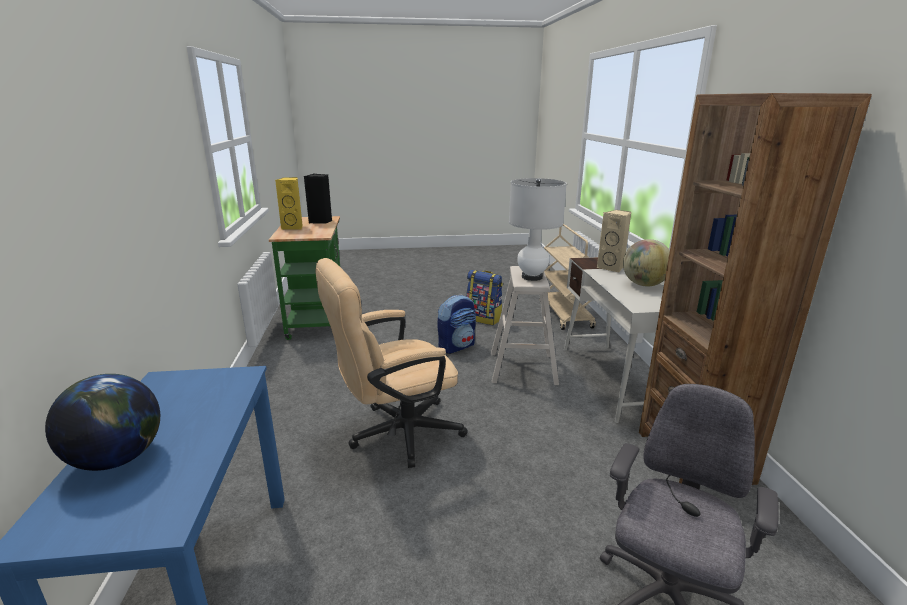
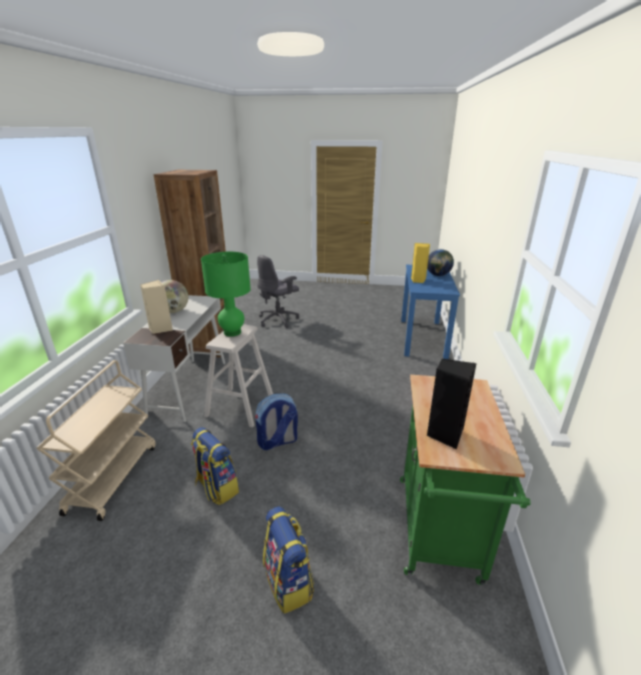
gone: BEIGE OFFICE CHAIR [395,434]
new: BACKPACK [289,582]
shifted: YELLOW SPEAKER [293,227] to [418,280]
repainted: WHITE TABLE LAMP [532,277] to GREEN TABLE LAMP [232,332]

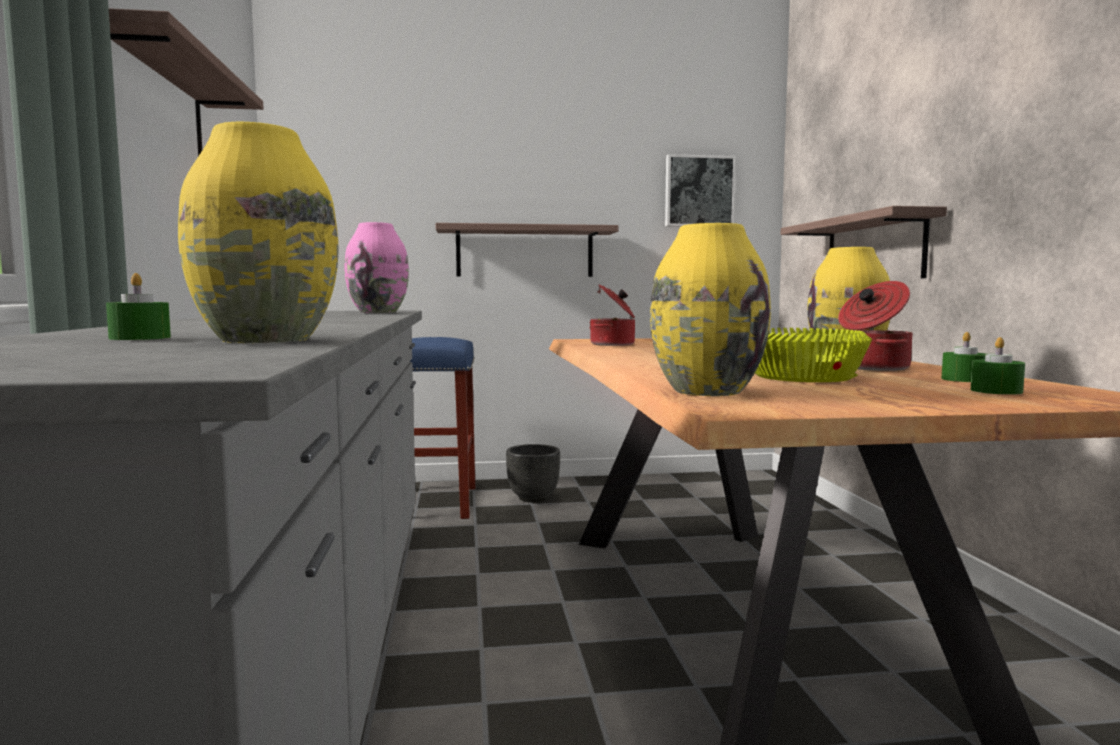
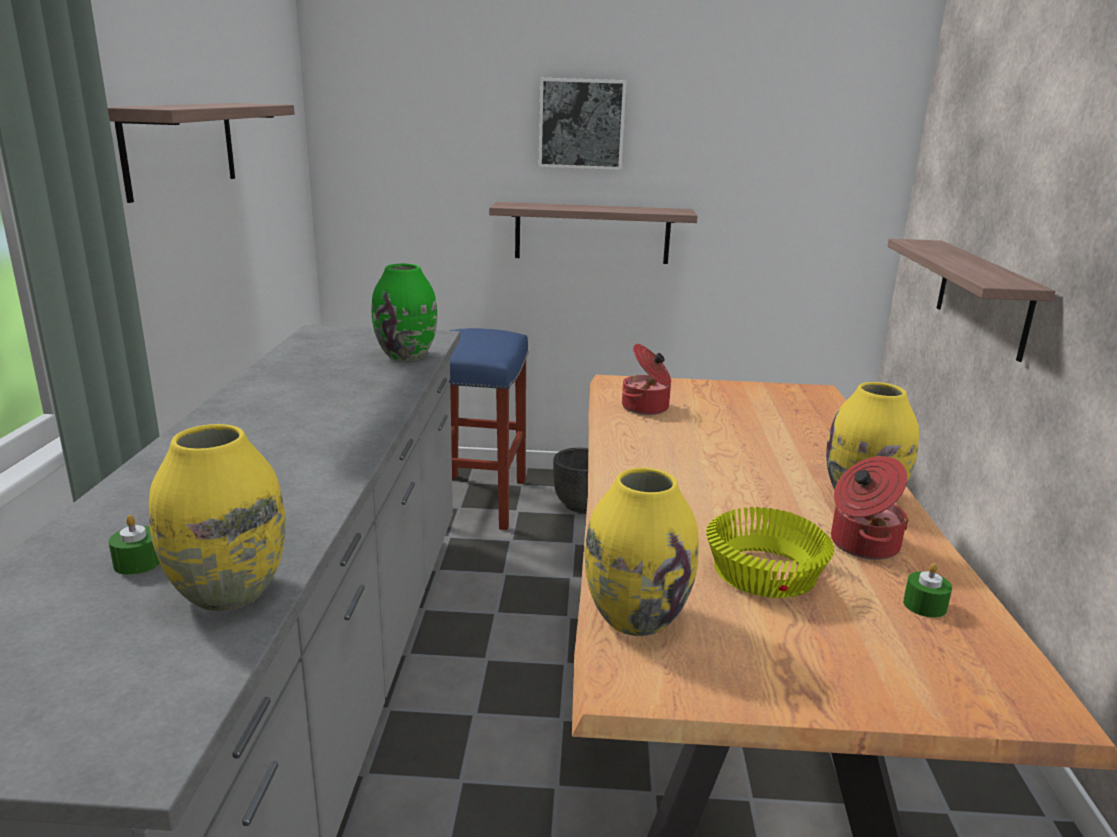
gone: GREEN CANDLE [996,391]
shifted: PICTURE [699,192] to [581,124]
repainted: PINK VASE [378,312] to GREEN VASE [407,355]

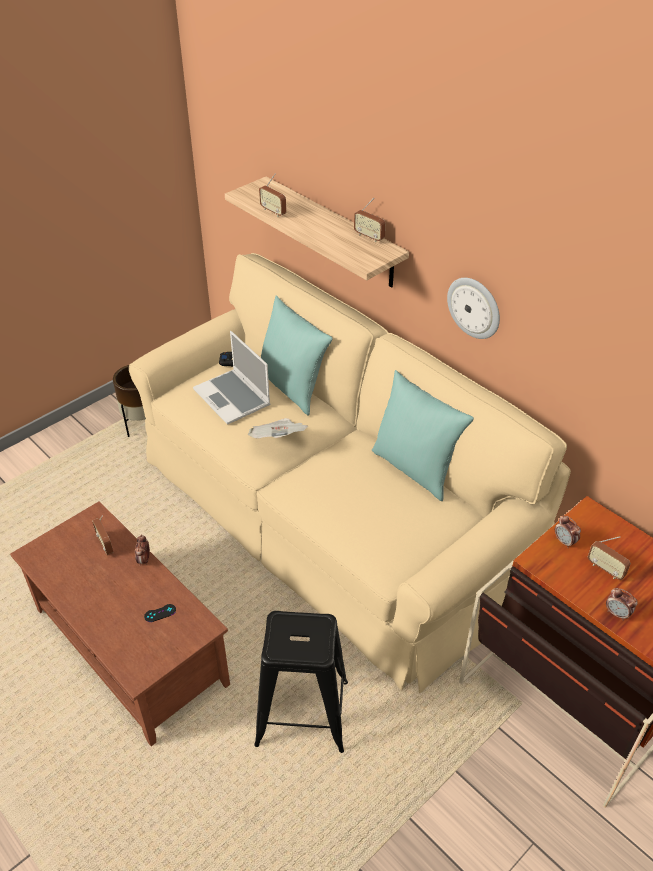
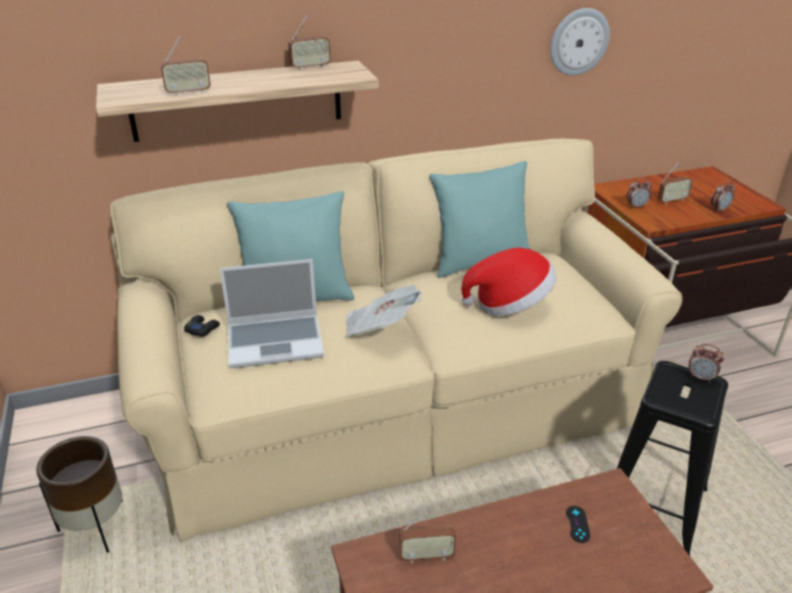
new: HAT [509,304]
shifted: WALL CLOCK [474,307] to [578,41]; ALARM CLOCK [144,560] to [701,377]

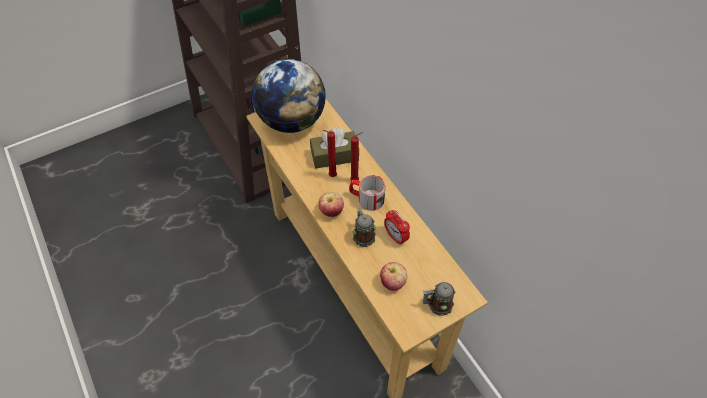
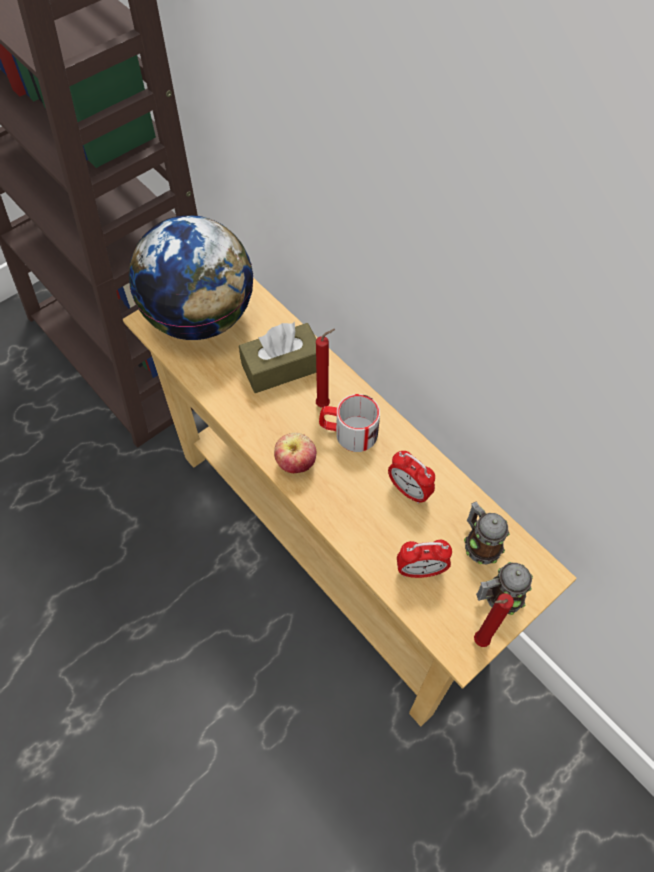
shifted: MUG [363,235] to [480,543]; RED CANDLE [331,176] to [478,641]
swapped: APPLE [392,283] to ALARM CLOCK [420,570]

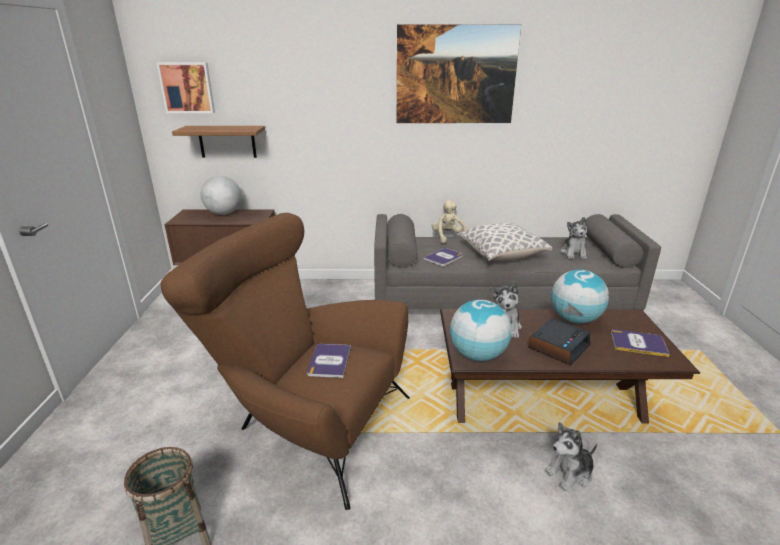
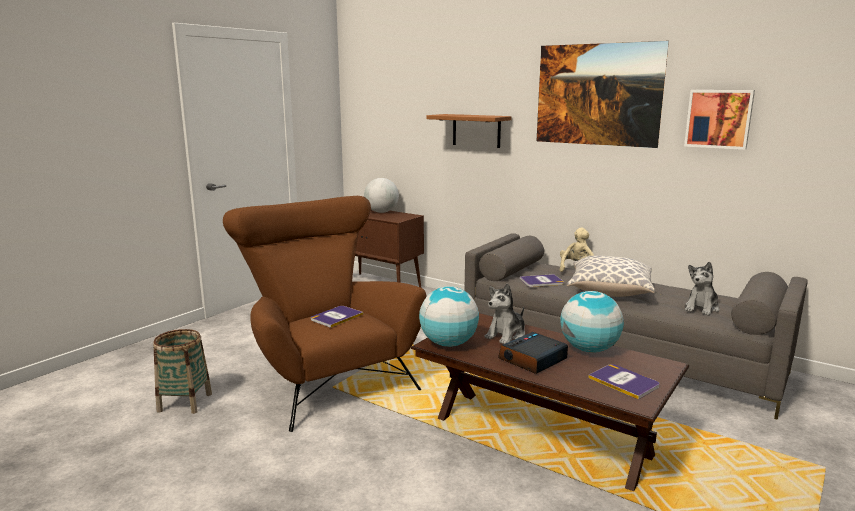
gone: PLUSH TOY [570,473]
shifted: SHELF [227,141] to [476,130]; PICTURE [187,87] to [719,119]
rotated: ALARM CLOCK [558,346] = [532,360] 150 degrees clockwise

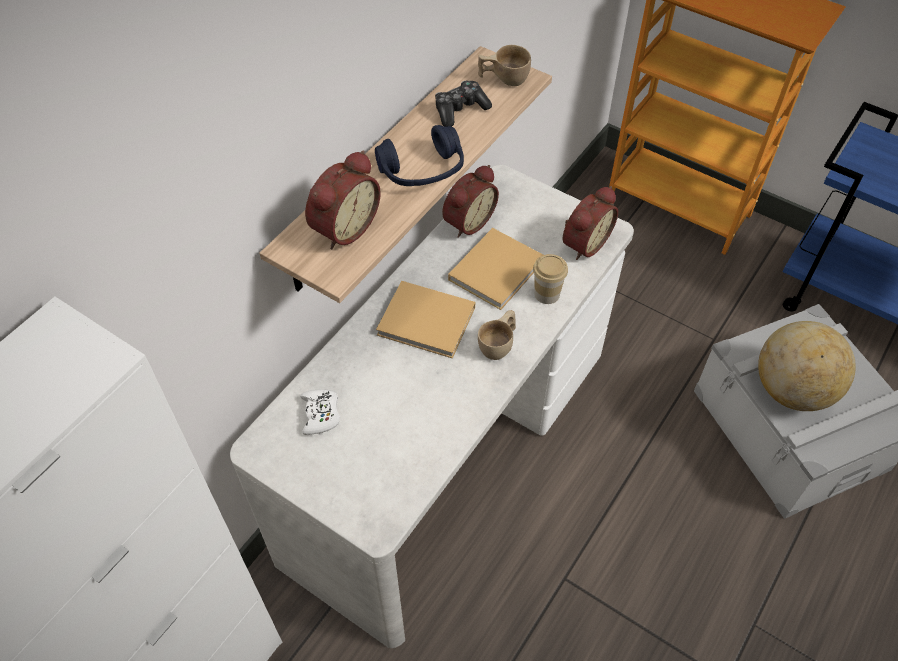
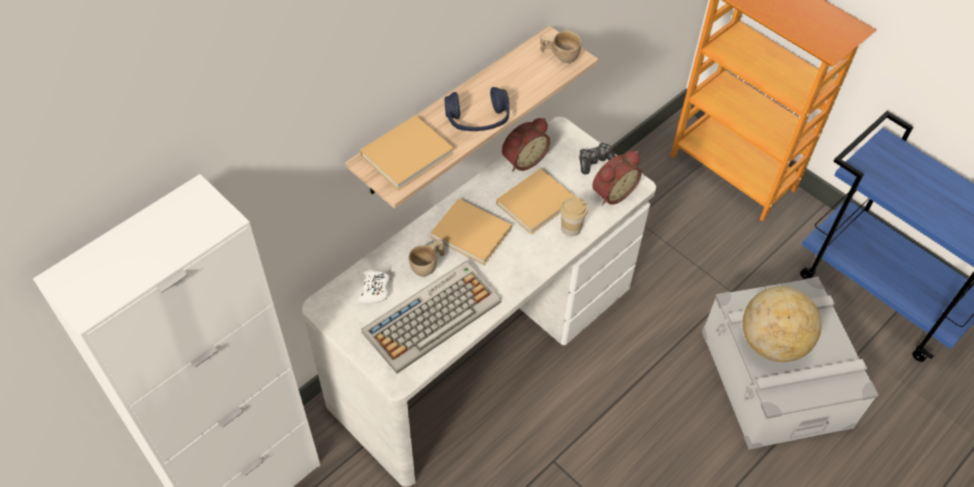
new: KEYBOARD [432,316]
shifted: BEIGE CUP [499,345] to [428,265]; GAME CONTROLLER [460,110] to [595,162]
swapped: ALARM CLOCK [343,227] to BEIGE BOOK [409,153]

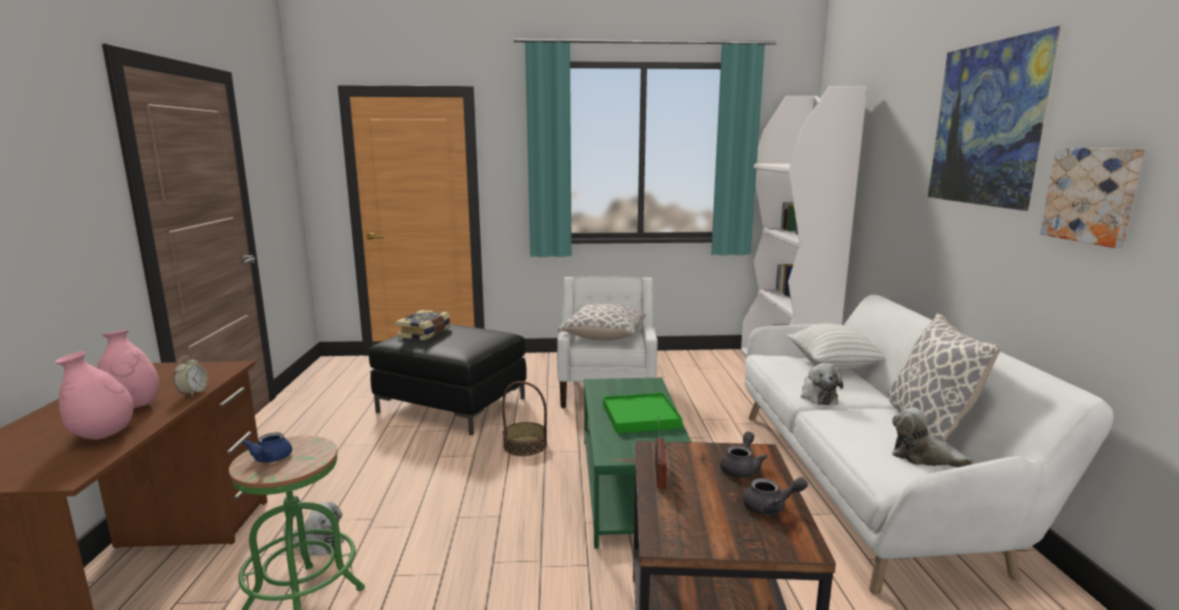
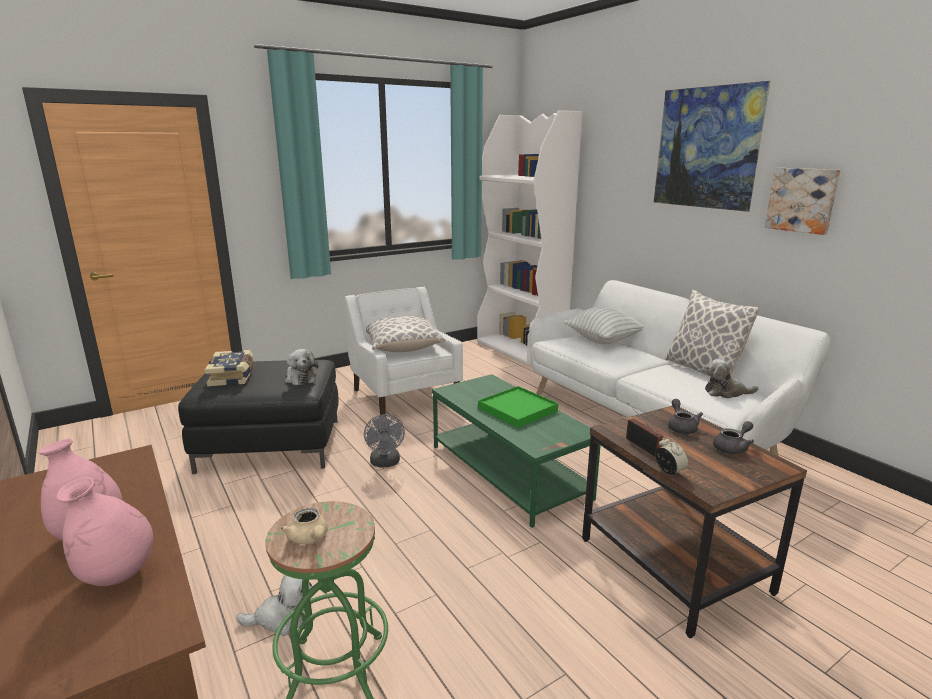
shifted: PLUSH TOY [818,396] to [300,378]; ALARM CLOCK [193,392] to [669,471]
swapped: BASKET [525,445] to GREY FAN [385,463]
repainted: BLUE TEAPOT [269,459] to BEIGE TEAPOT [309,538]

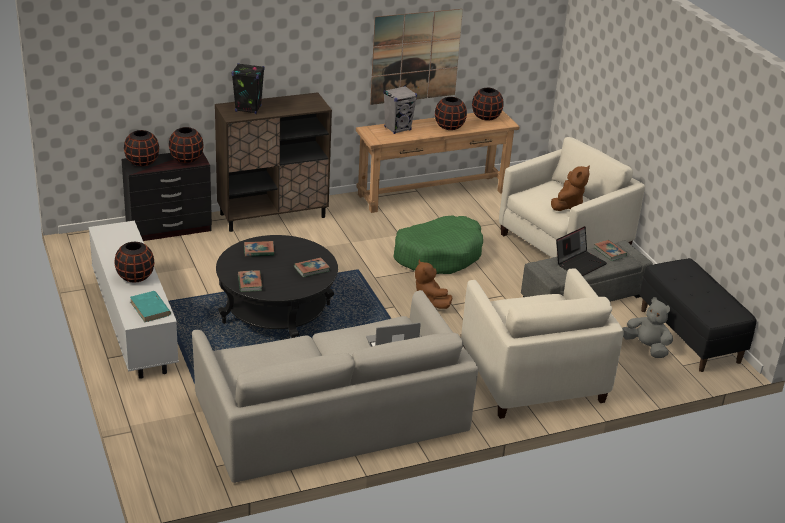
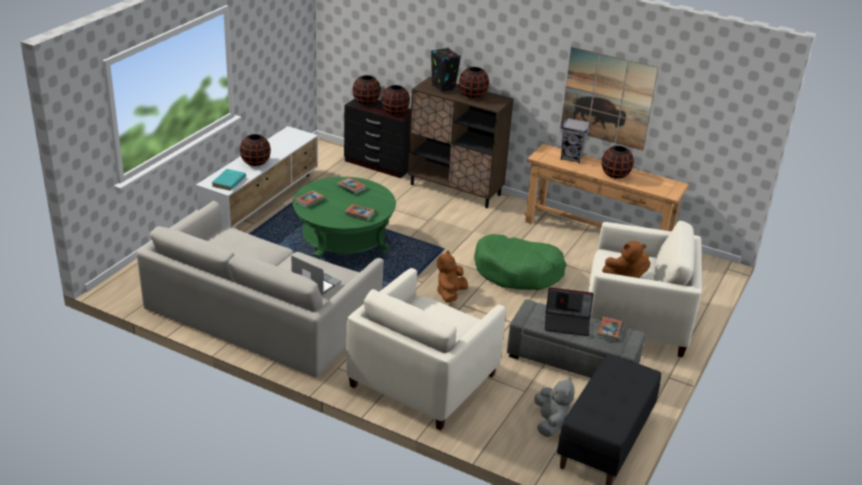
shifted: BLACK VASE [486,117] to [473,95]
repainted: BLACK COFFEE TABLE [276,314] to GREEN COFFEE TABLE [343,242]

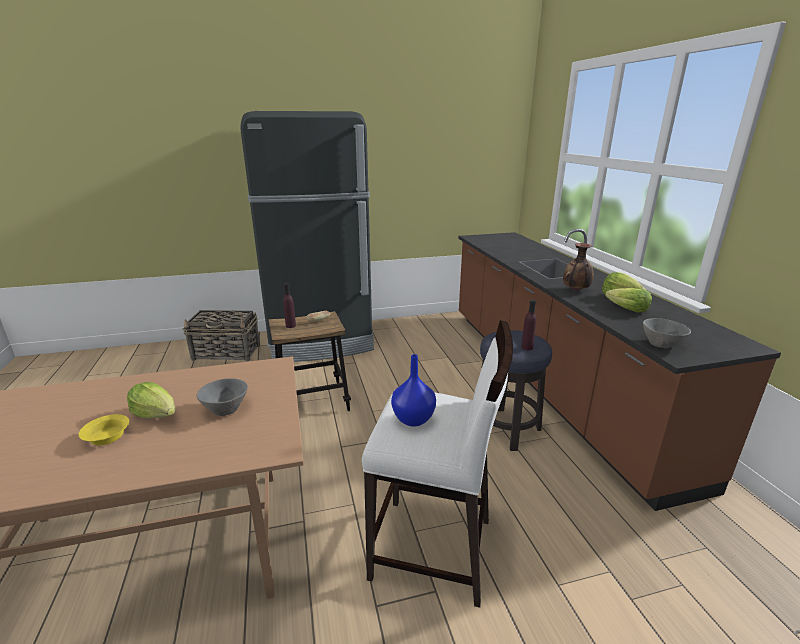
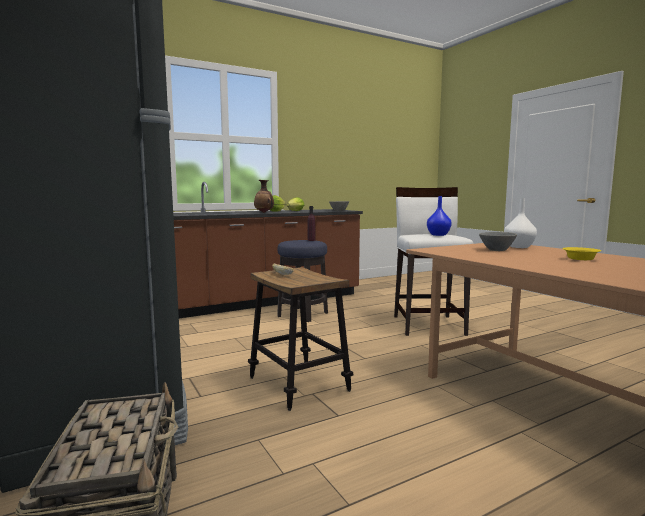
gone: LETTUCE [156,414]; PURPLE BOTTLE [290,326]
new: WHITE VASE [519,247]

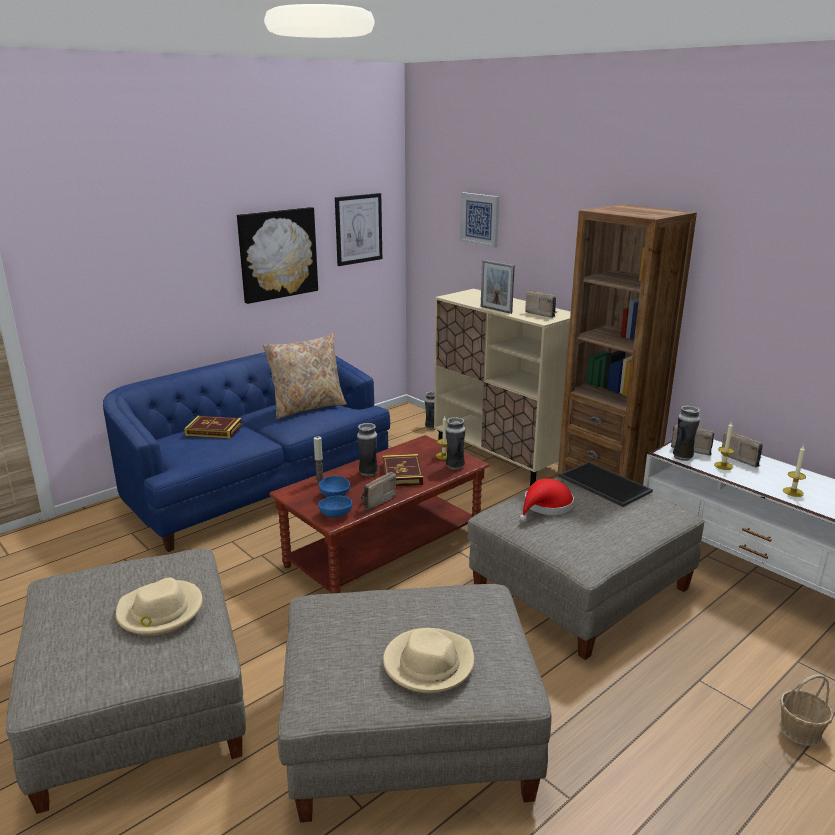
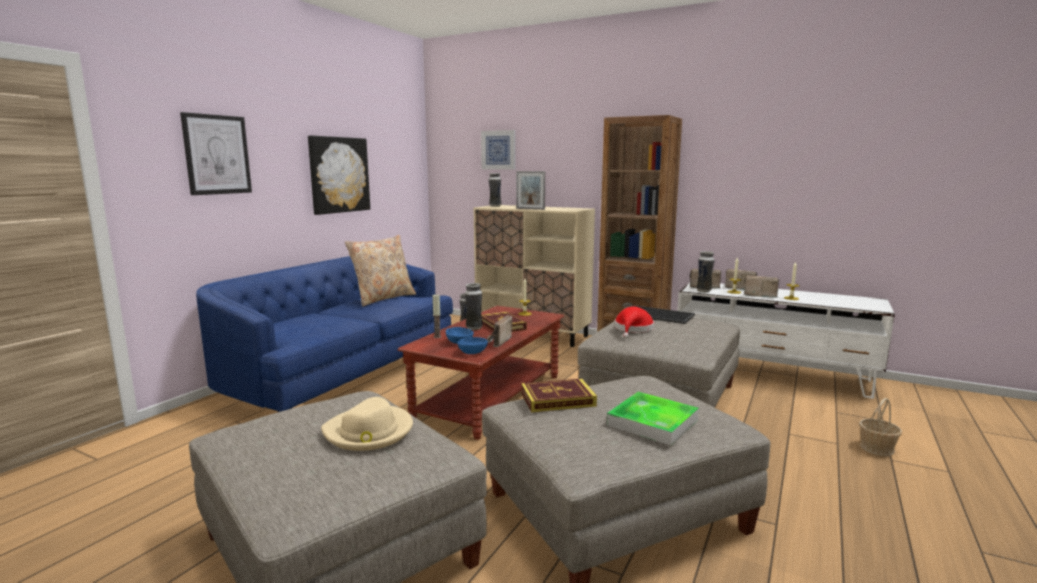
shifted: PICTURE [358,229] to [217,154]; VASE [454,466] to [495,206]; BOOK [214,430] to [557,399]; RADIO [542,314] to [759,295]
swapped: BEIGE HAT [428,663] to TRAY [652,422]

